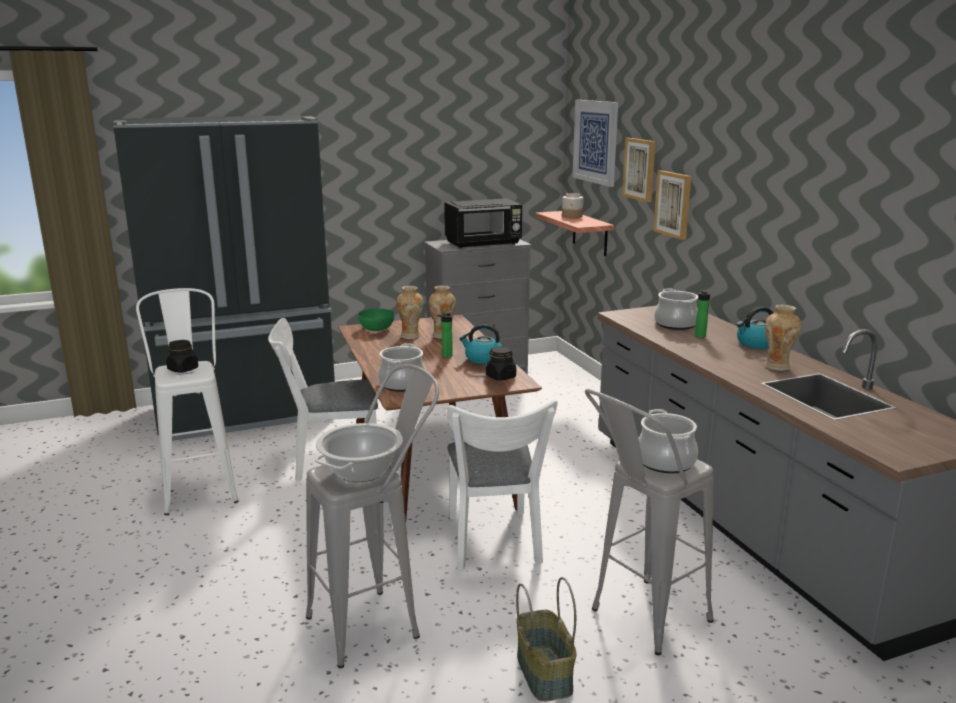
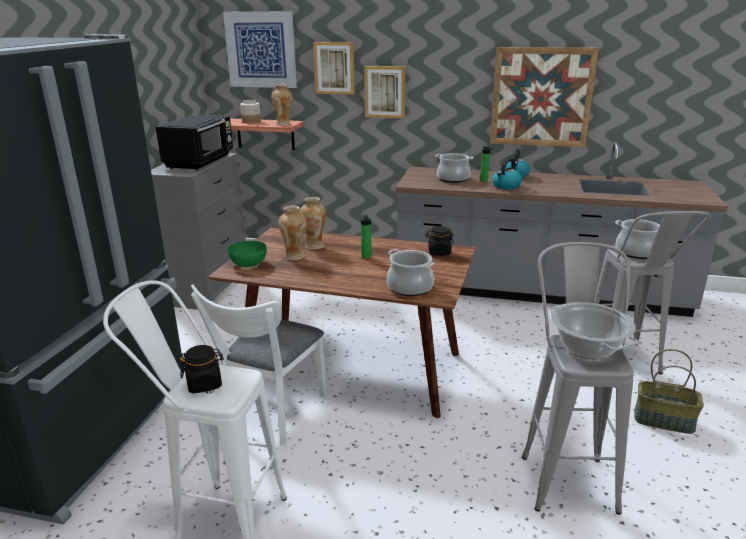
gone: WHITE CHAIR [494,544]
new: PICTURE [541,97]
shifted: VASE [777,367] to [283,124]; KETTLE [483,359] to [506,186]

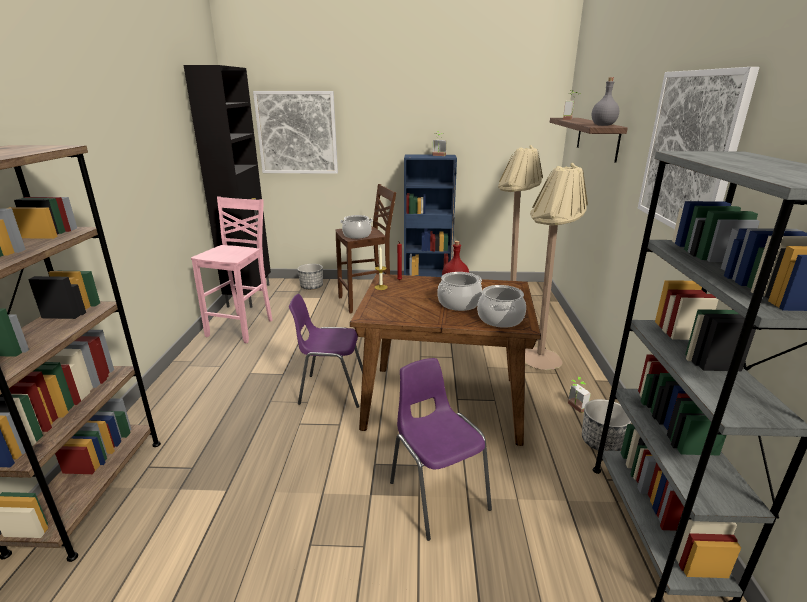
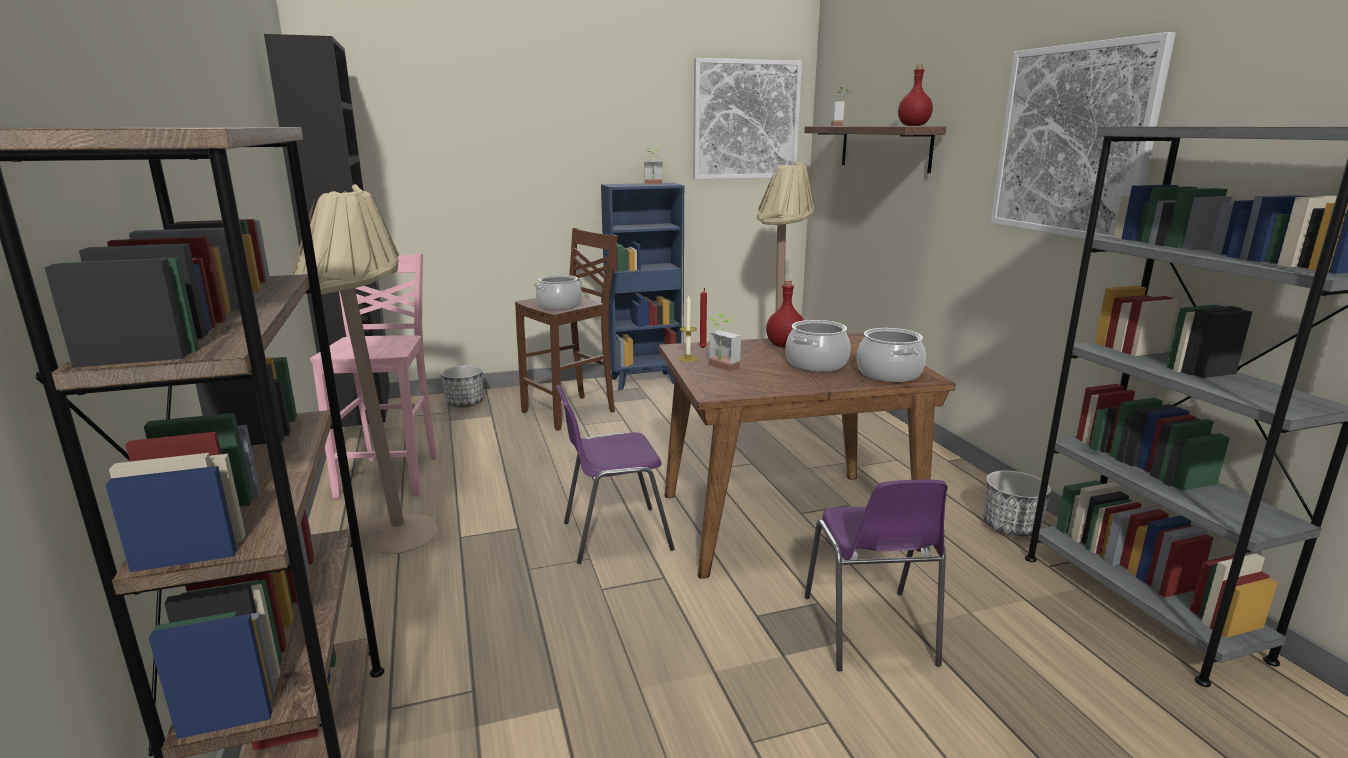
shifted: BEIGE FLOOR LAMP [537,363] to [390,544]; PICTURE [297,133] to [746,120]; POTTED PLANT [574,408] to [720,368]
repainted: GREY BOTTLE [603,125] to RED BOTTLE [913,126]
rotated: PURPLE CHAIR [437,494] = [870,632] 135 degrees counterclockwise

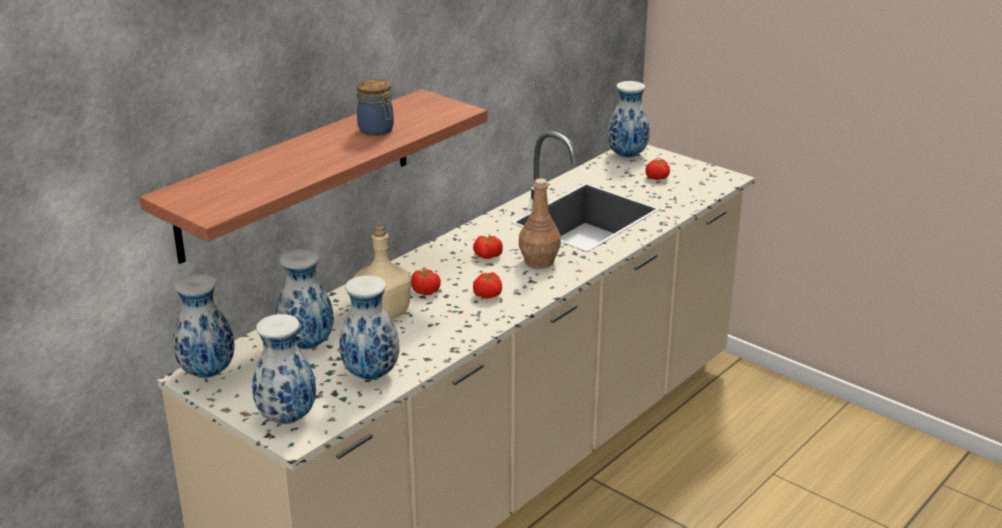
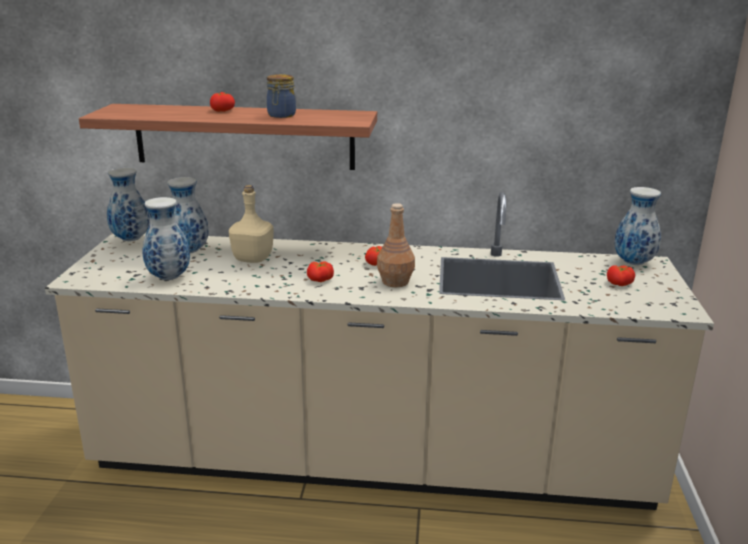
gone: VASE [288,418]
shifted: TOMATO [426,291] to [223,110]

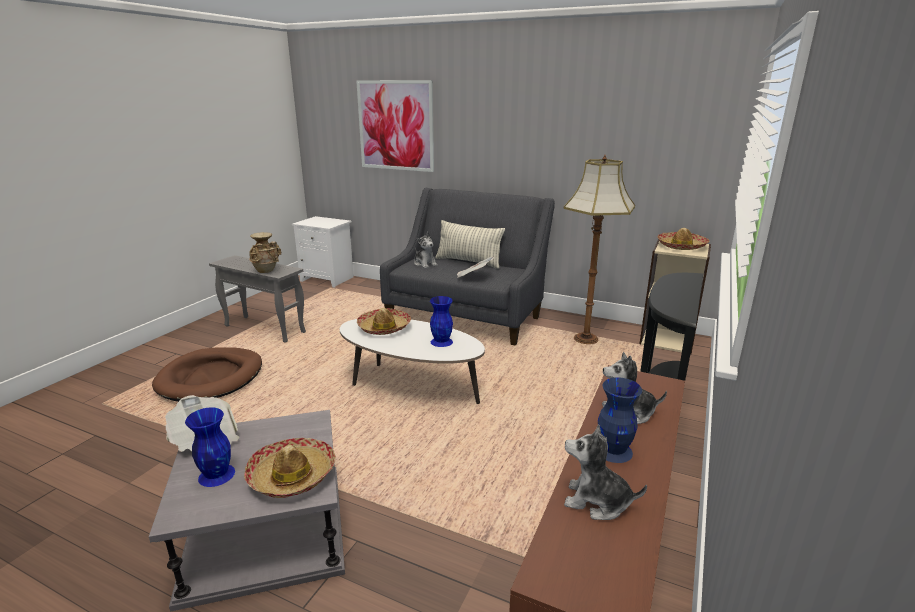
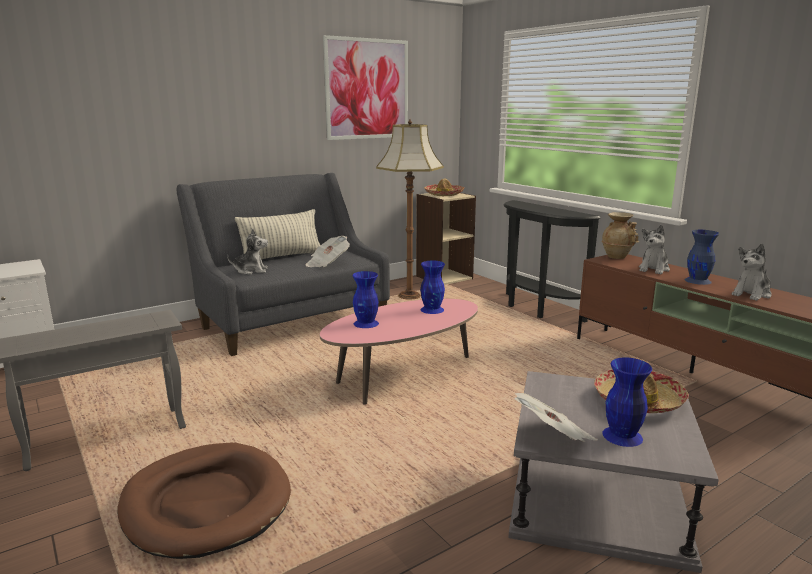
shifted: PICTURE [395,126] to [367,89]; BEIGE VASE [266,271] to [617,256]
swapped: HAT [384,327] to BLUE VASE [366,323]
repainted: WHITE COFFEE TABLE [411,386] to PINK COFFEE TABLE [403,377]

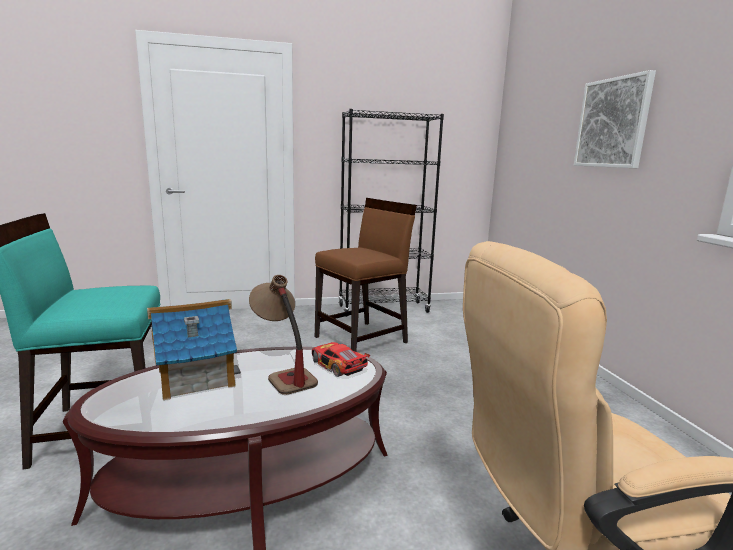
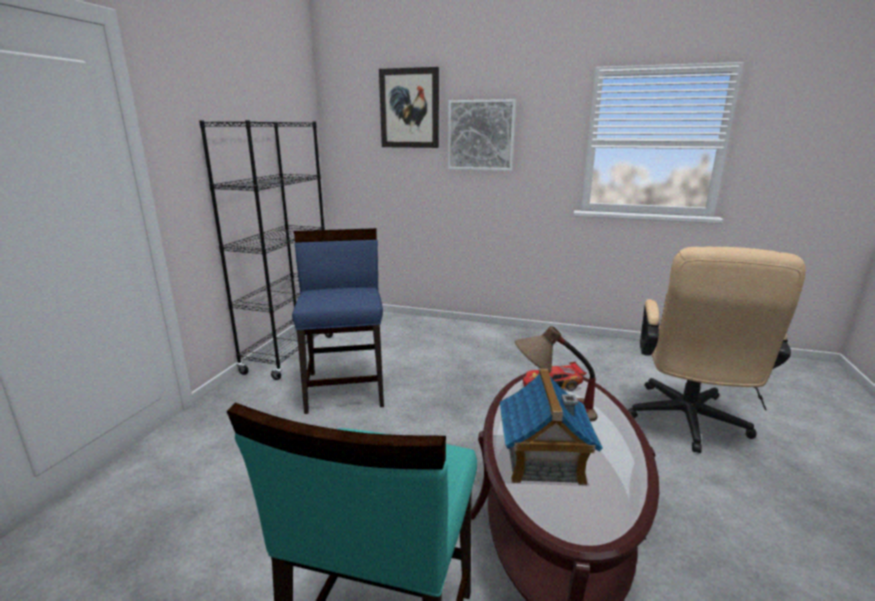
new: PICTURE [409,108]
repainted: BROWN CHAIR [362,339] to BLUE CHAIR [346,388]

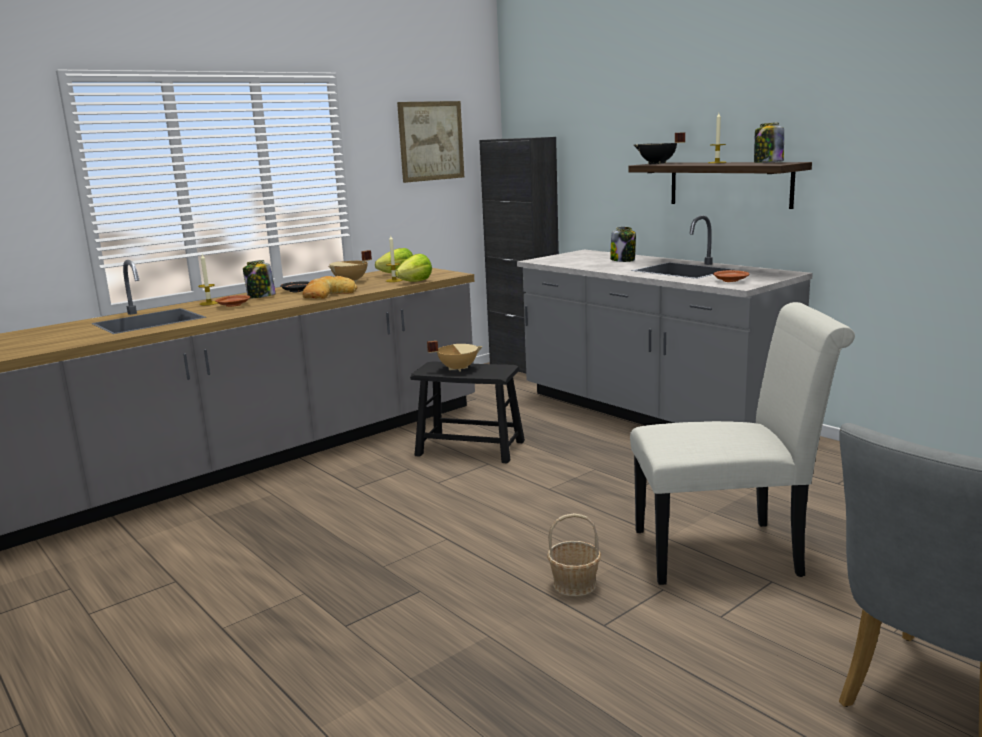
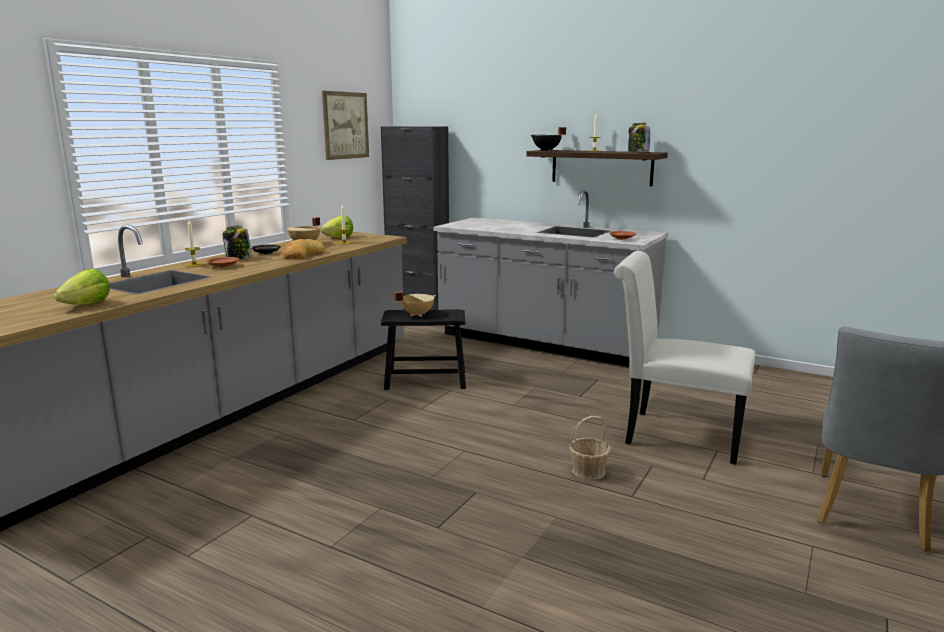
gone: JAR [623,260]
shifted: LETTUCE [415,282] to [87,304]
rotated: WHITE CHAIR [728,552] = [674,435] 135 degrees counterclockwise

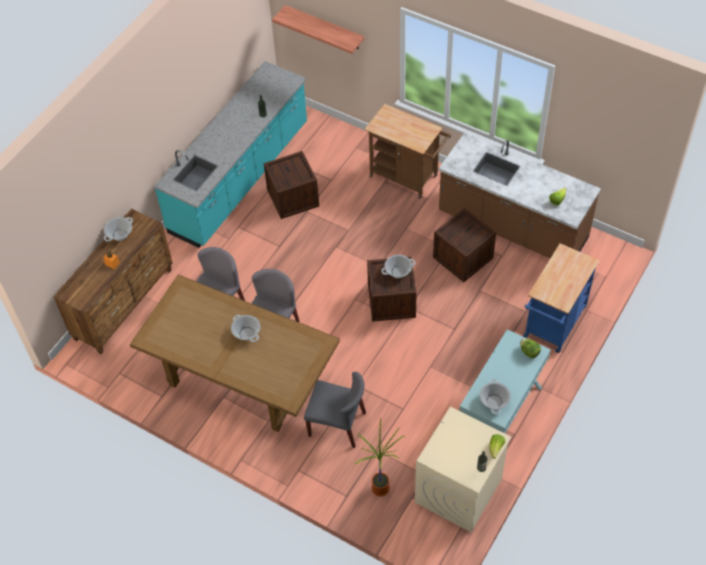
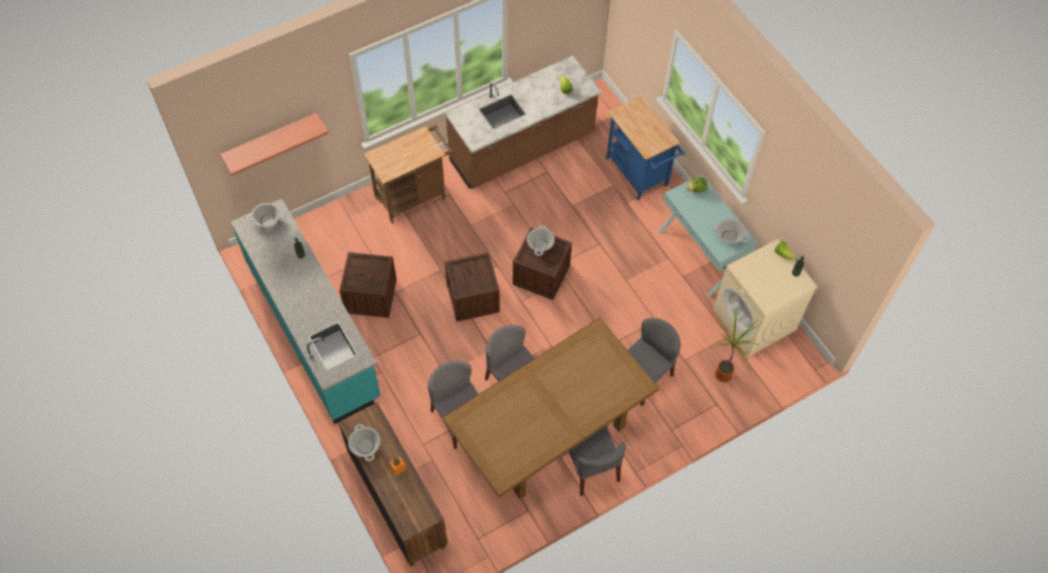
new: GREY CHAIR [591,467]
shifted: COOKING POT [246,333] to [267,221]; CRATE [463,258] to [473,298]

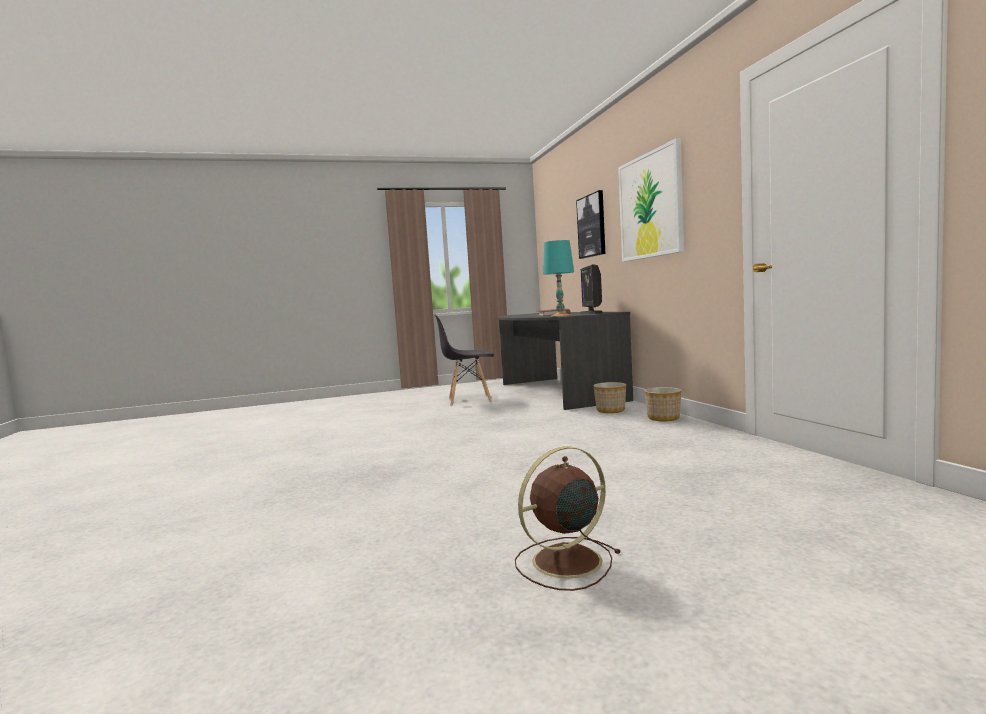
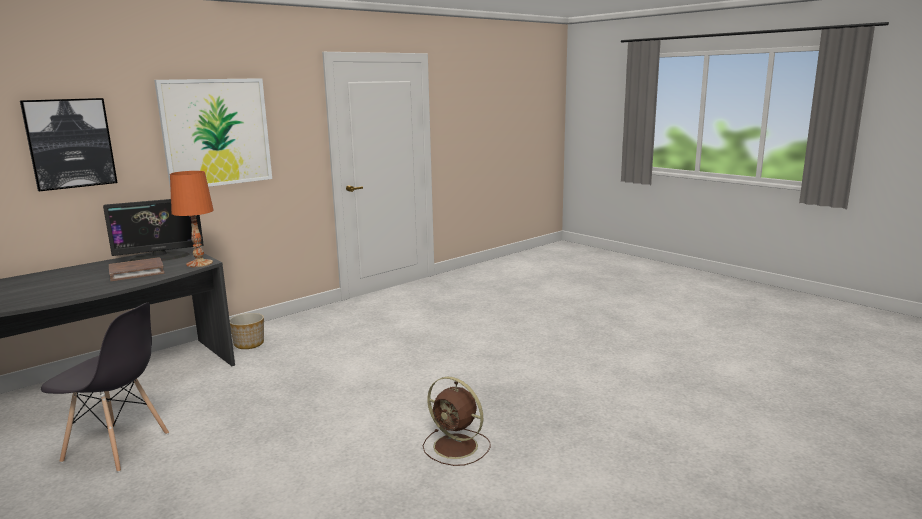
gone: PLANTER [664,418]
shifted: BROWN FAN [564,562] to [457,447]
repainted: TURQUOISE TABLE LAMP [560,316] to ORANGE TABLE LAMP [199,263]
rotated: GREY CHAIR [469,400] = [117,448] 45 degrees counterclockwise

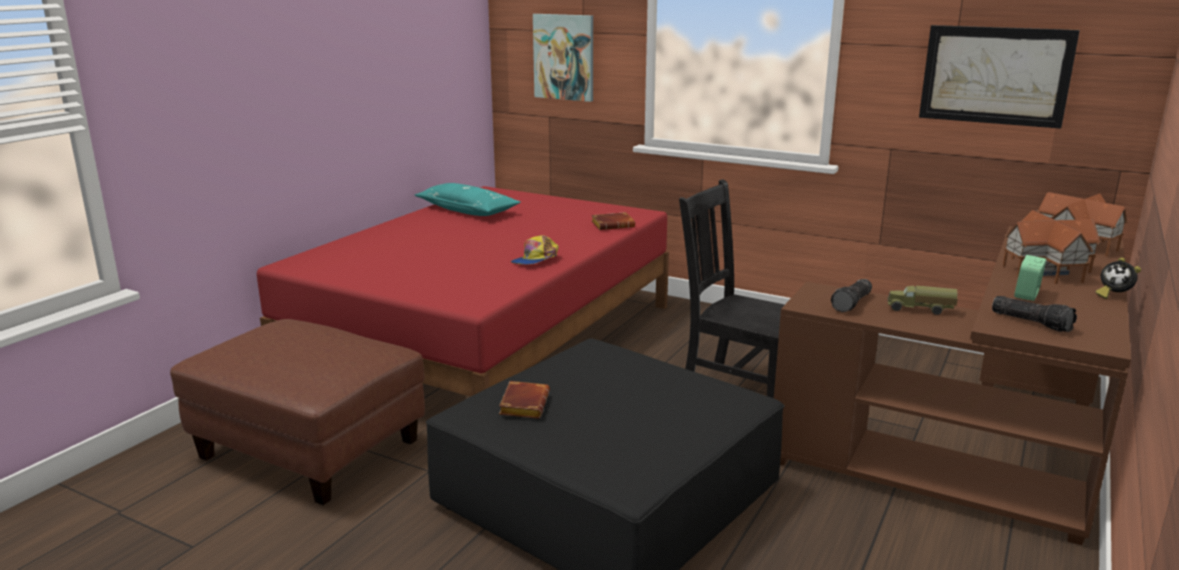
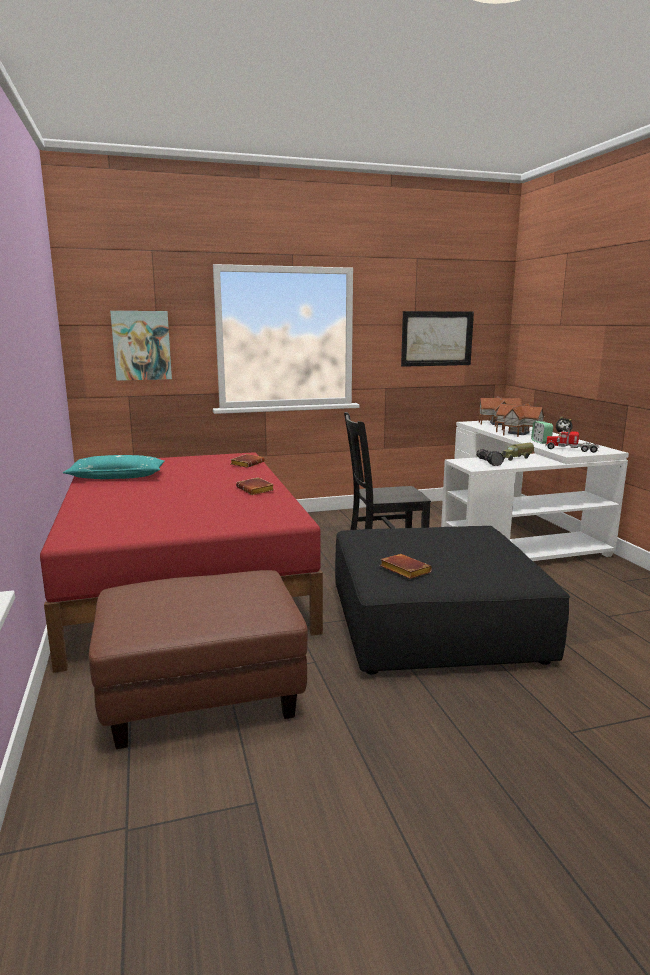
swapped: CAP [535,260] to BROWN BOOK [256,490]; FLASHLIGHT [1032,322] to TOY TRUCK [571,449]
repainted: BROWN DESK [984,445] to WHITE DESK [516,534]

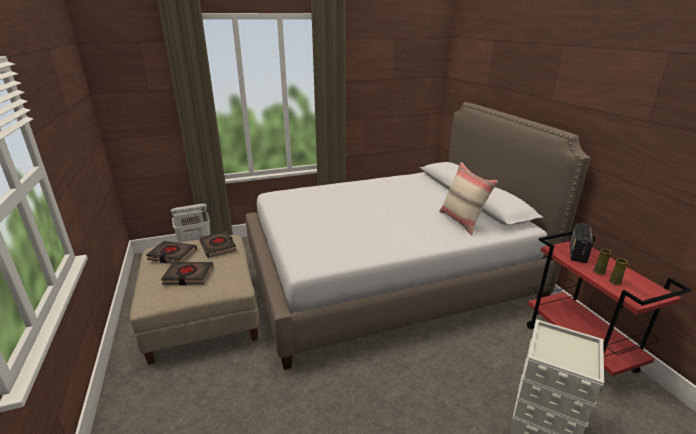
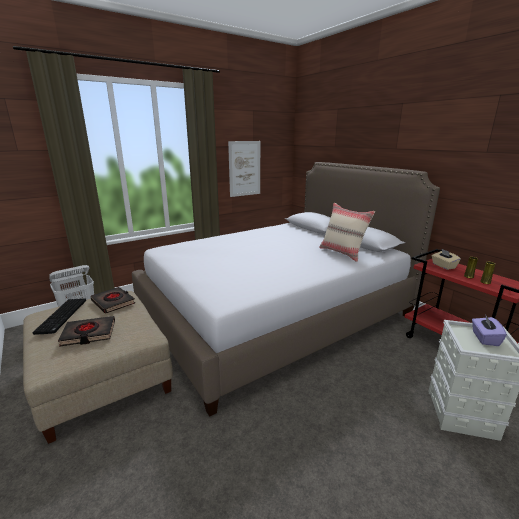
new: PICTURE [244,168]; PURPLE TISSUE BOX [484,338]
swapped: BLACK BOOK [172,255] to KEYBOARD [62,316]; RADIO [577,253] to BEIGE TISSUE BOX [443,266]

